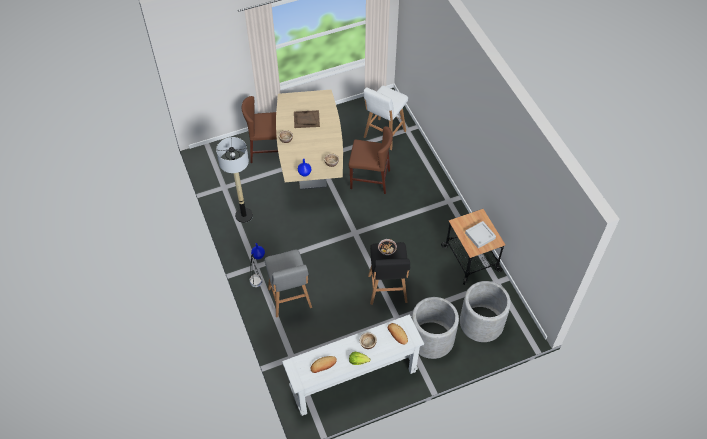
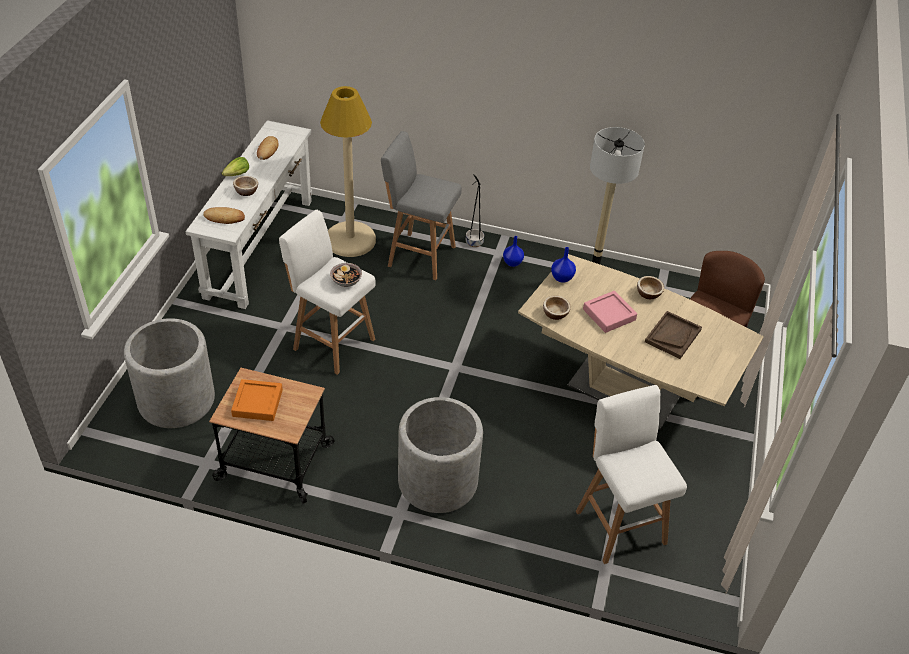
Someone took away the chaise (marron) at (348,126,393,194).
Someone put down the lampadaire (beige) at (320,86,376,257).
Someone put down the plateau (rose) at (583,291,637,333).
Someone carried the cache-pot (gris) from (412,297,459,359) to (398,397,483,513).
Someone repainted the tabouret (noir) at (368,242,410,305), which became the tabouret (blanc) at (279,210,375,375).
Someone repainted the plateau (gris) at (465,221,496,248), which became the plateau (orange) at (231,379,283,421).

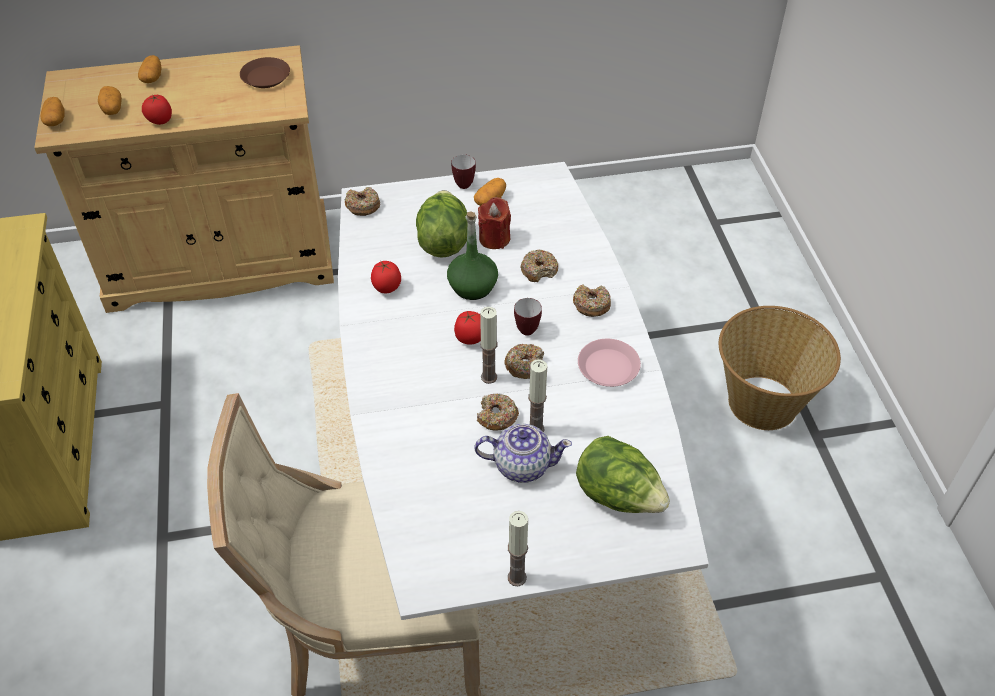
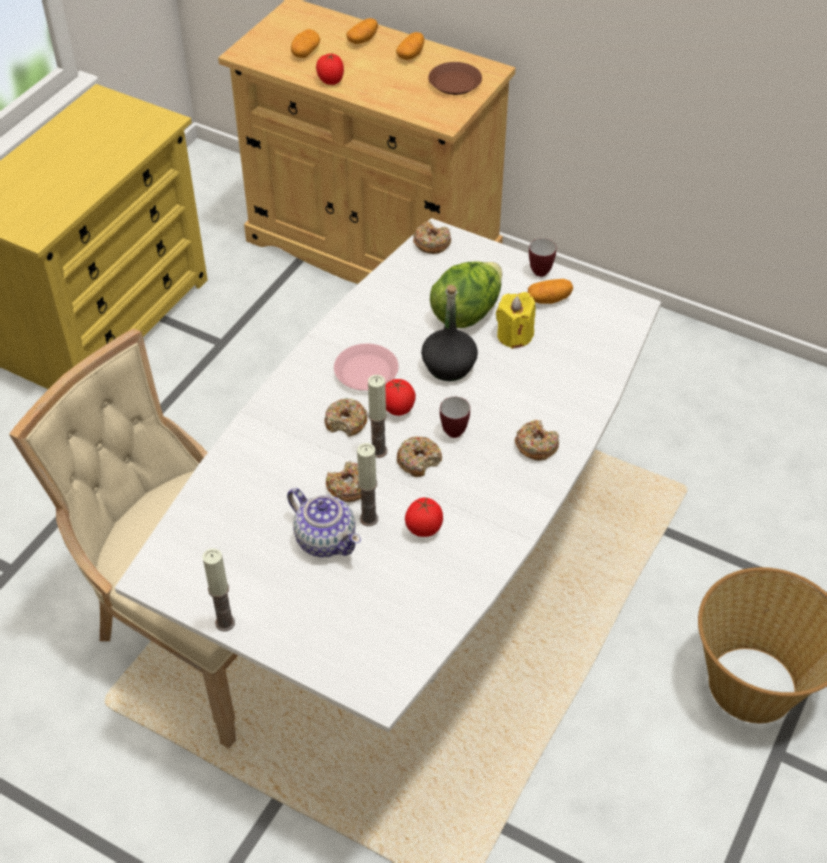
Someone took away the laitue at (576,436,670,513).
Someone carried the pomme de terre from (41,97,64,126) to (396,32,424,60).
Someone carried the tomate from (371,261,401,294) to (405,498,443,537).
Someone carried the beignet from (520,249,558,282) to (325,398,368,437).
Someone carried the assiette (rose) from (578,339,641,387) to (334,344,399,391).
Someone repainted the bouteille (vert) at (447,212,498,300), which became the bouteille (noir) at (421,285,478,381).
Someone repainted the bougie (rouge) at (478,197,511,249), which became the bougie (jaune) at (496,292,536,349).

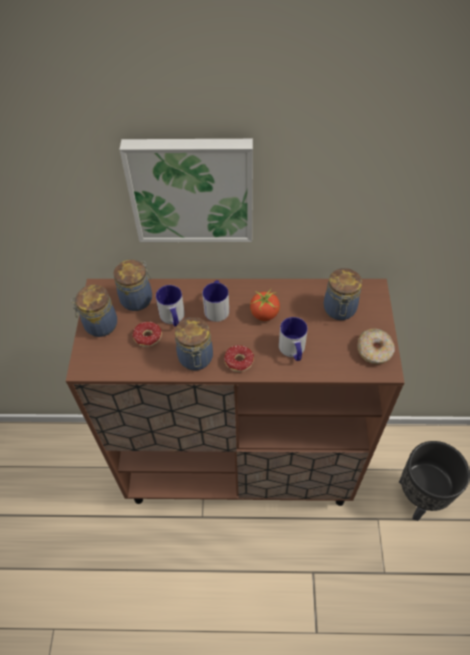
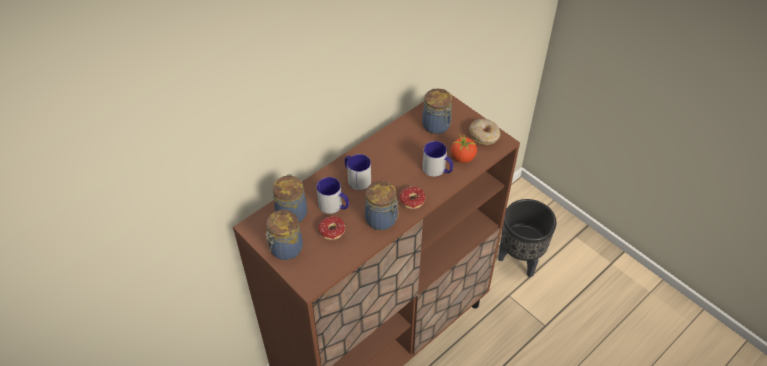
Someone took away the tableau at (119,139,253,242).
Someone carried the tomate from (250,289,280,321) to (451,134,478,163).

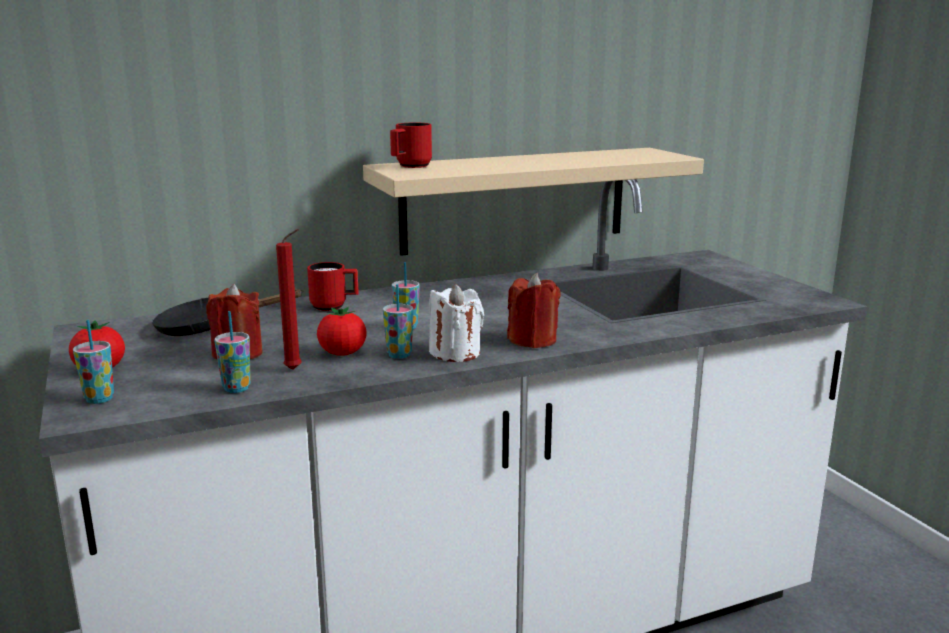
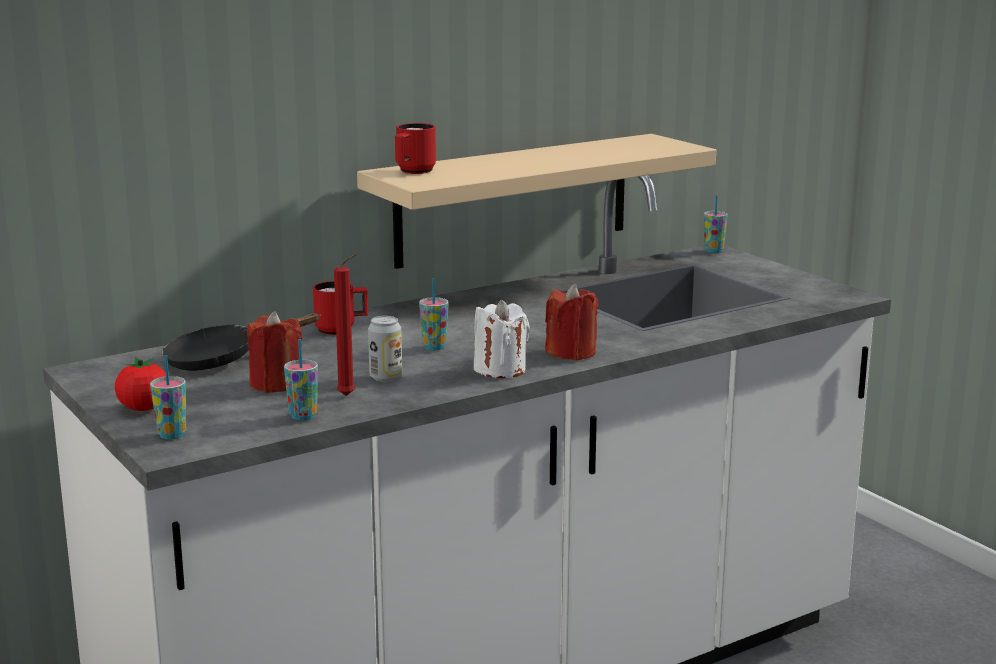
Someone carried the tasse from (383,284,413,359) to (704,195,728,253).
Someone swapped the tomate at (317,307,367,356) for the boîte métallique at (368,316,402,382).

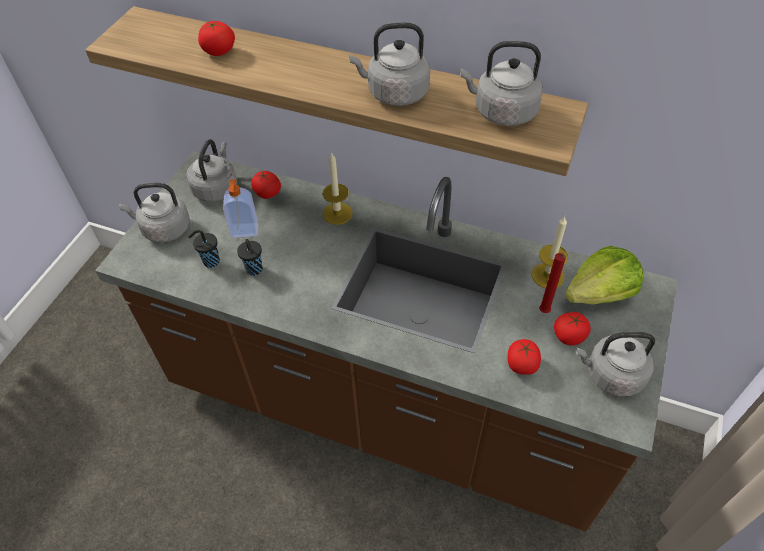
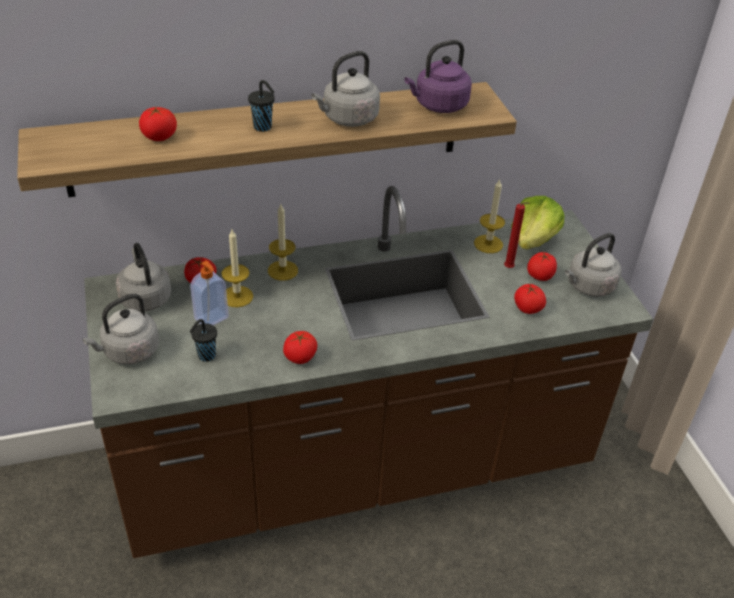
Someone put down the bougie at (221,230,253,308).
Someone put down the tomate at (283,331,317,364).
Someone carried the tasse (noir) from (237,239,263,276) to (248,80,275,132).
Someone repainted the bouilloire (gris) at (460,41,543,126), which became the bouilloire (violet) at (404,40,472,113).

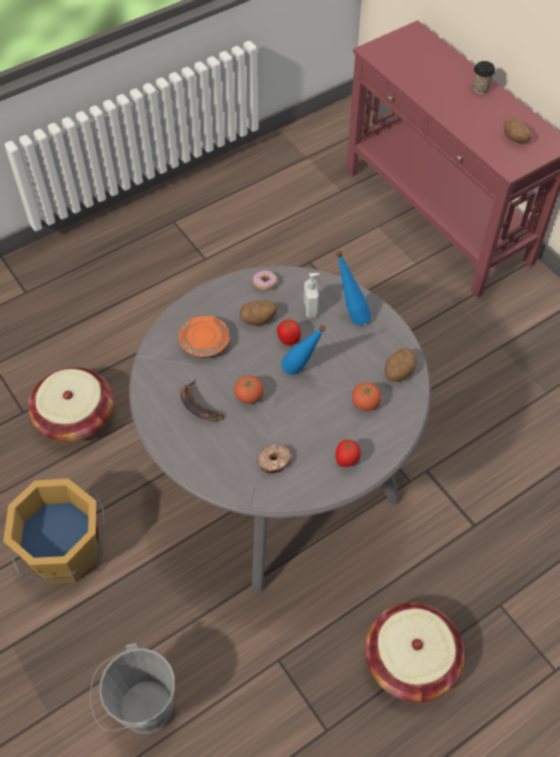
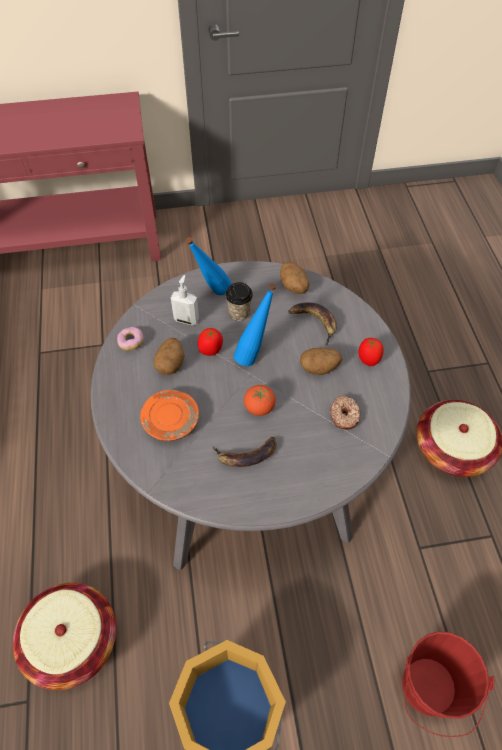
Someone carried the tasse from (473,61,495,94) to (225,282,253,321).
Someone carried the pomme de terre from (504,117,531,143) to (300,348,342,375).
Someone swapped the tomate at (352,382,381,411) for the banane at (288,302,337,346).
Someone repainted the seau (gris) at (90,643,175,734), which became the seau (rouge) at (402,632,494,737).

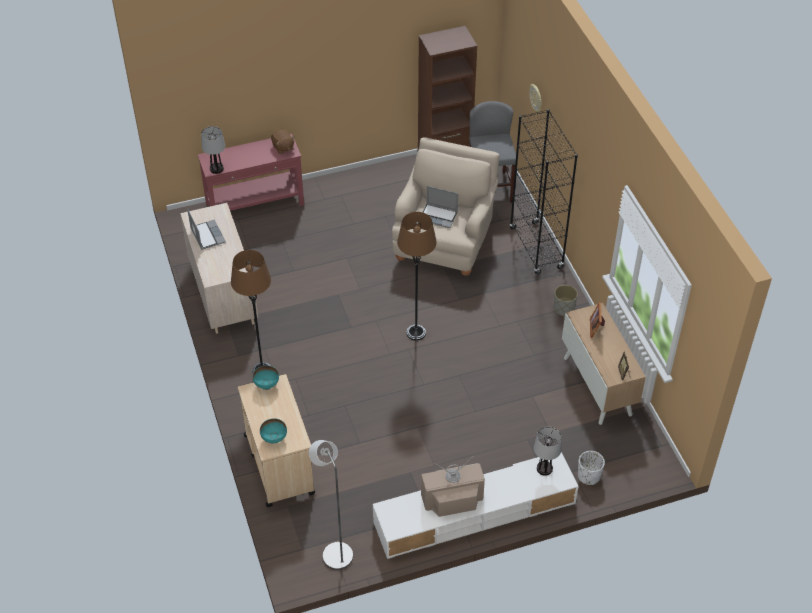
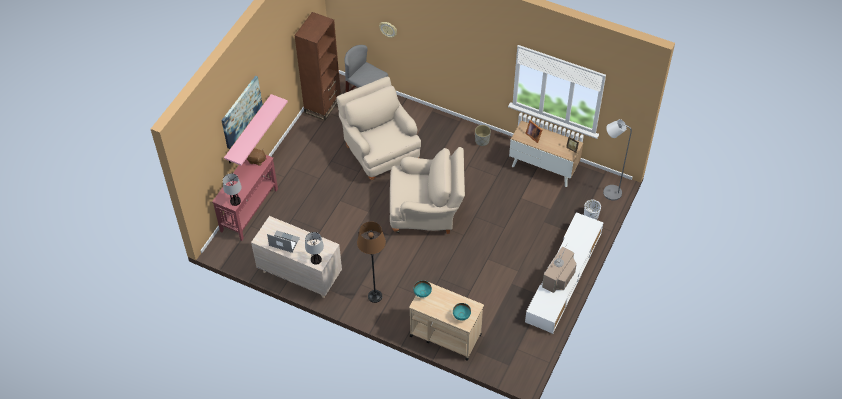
Someone took away the ordinateur portable at (423,186,458,228).
Someone took away the bibliothèque (noir) at (510,109,578,275).
Someone put up the tableau at (221,76,263,149).
Someone put up the étagère (rose) at (224,94,288,165).
Someone carried the lampadaire (gris) from (309,440,353,570) to (603,119,632,201).
Someone carried the lampe de table from (534,427,561,476) to (305,232,324,265).
Someone swapped the lampadaire (marron) at (397,212,437,341) for the fauteuil (beige) at (390,147,465,234).

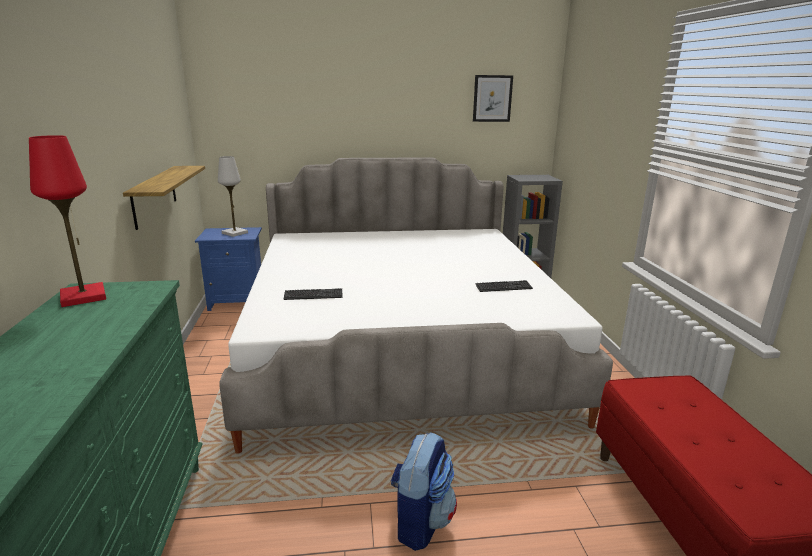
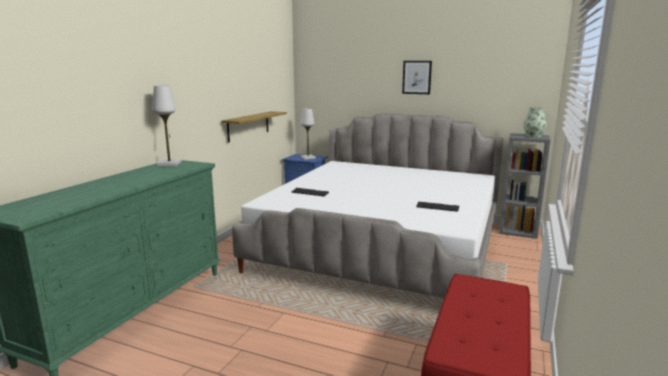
Someone took away the sac à dos at (391,432,457,551).
Someone put down the vase at (524,107,547,138).
Someone carried the tableau from (473,75,513,122) to (402,61,432,94).
Someone repainted the lampe de table (rouge) at (29,135,106,307), which became the lampe de table (blanc) at (152,85,182,166).

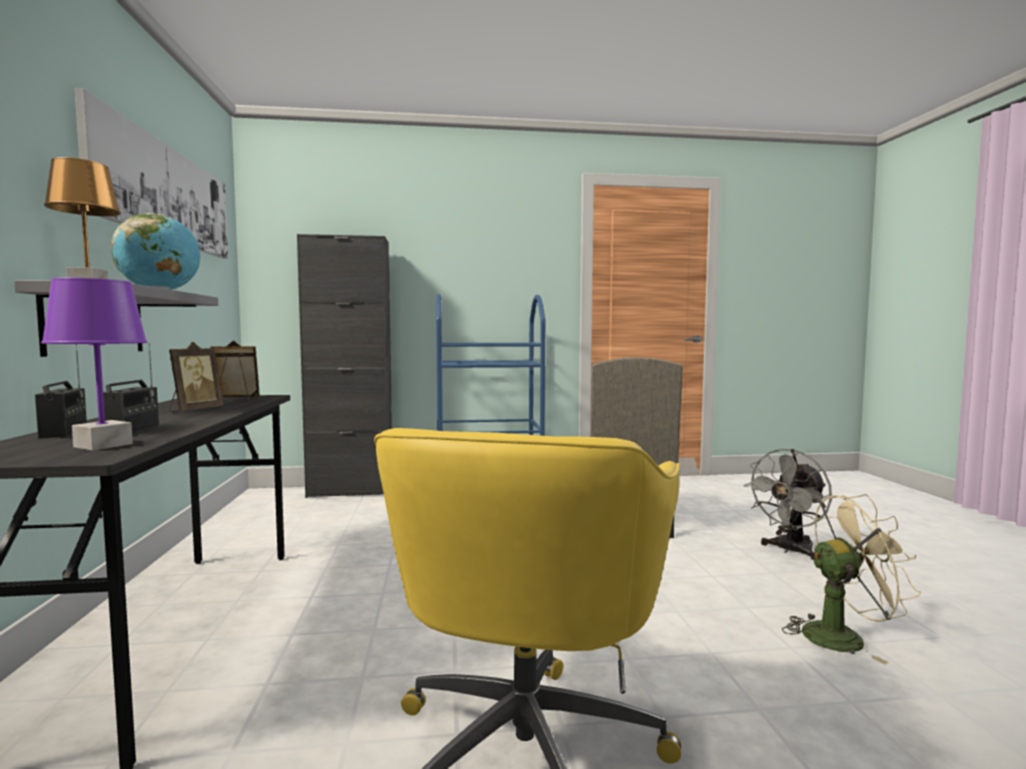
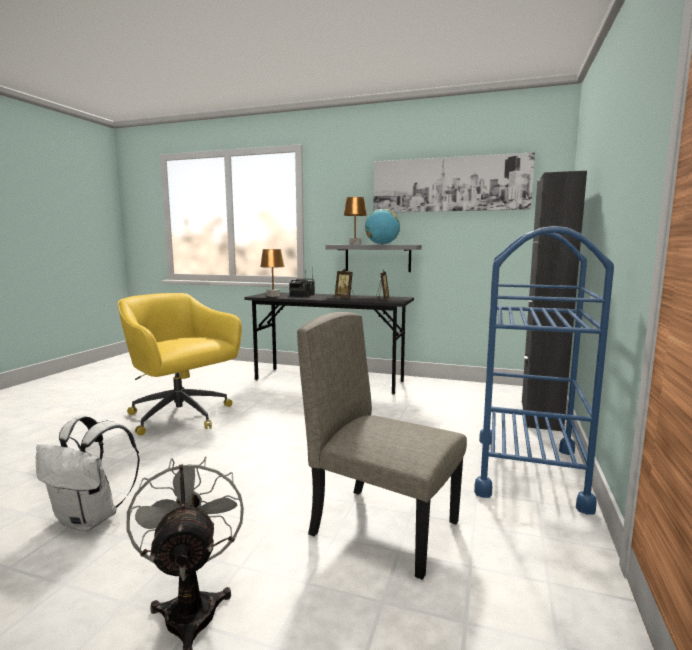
Someone swapped the ventilateur (beige) at (782,494,921,665) for the sac à dos (blanc) at (36,416,140,532).
Someone repainted the lampe de table (violet) at (41,278,147,451), which became the lampe de table (marron) at (260,249,285,297).

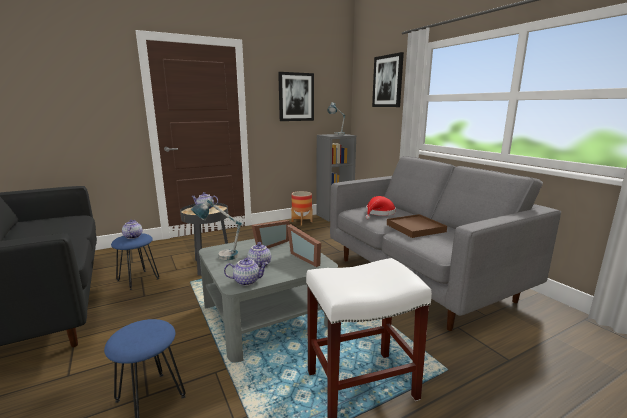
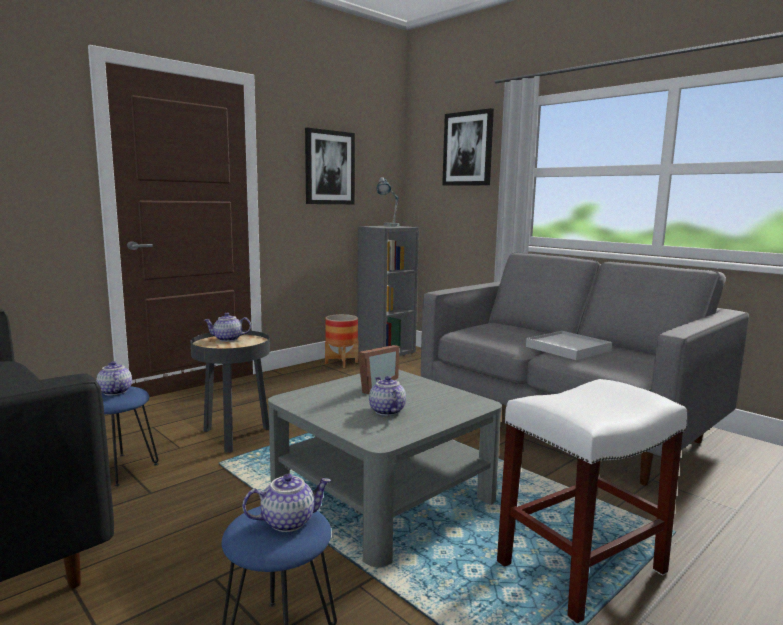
Someone took away the lampe de table at (191,198,242,260).
Someone took away the cadre photo at (287,224,321,267).
Someone took away the chapeau (rouge) at (366,196,396,219).
Someone carried the théière from (224,258,268,286) to (242,474,331,532).
Someone repainted the plateau (marron) at (387,214,447,238), which became the plateau (blanc) at (526,331,612,360).

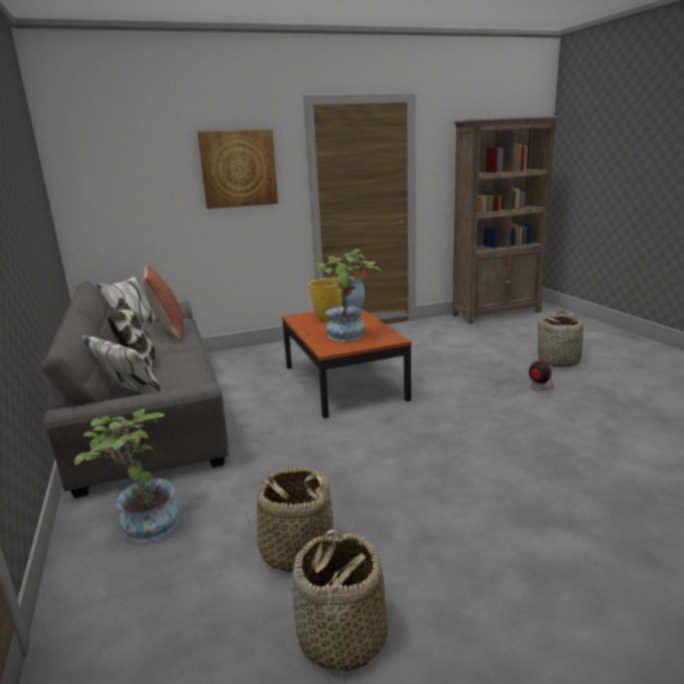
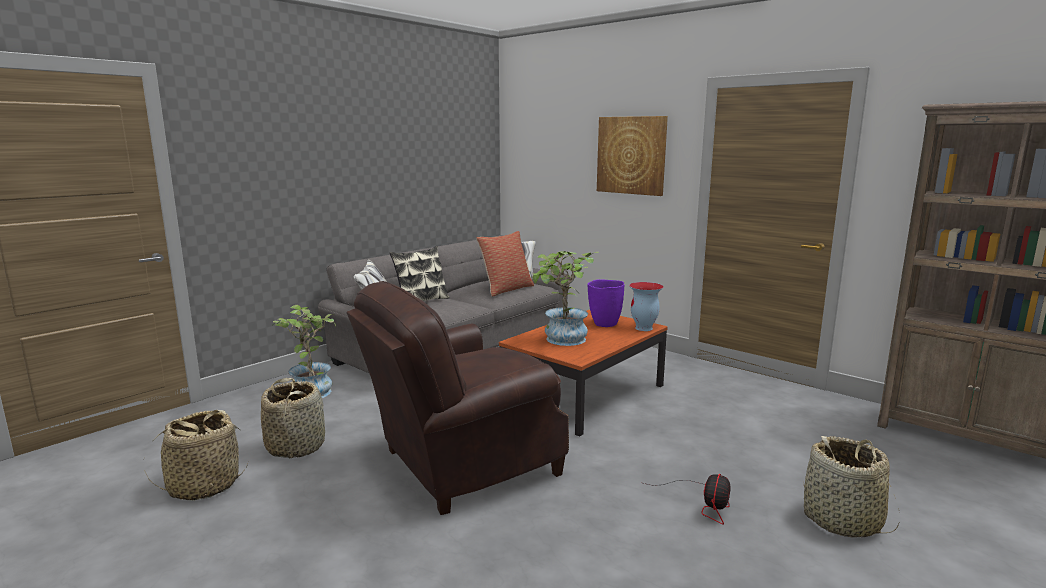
Someone put down the fauteuil (marron) at (346,281,569,515).
Someone repainted the vase (jaune) at (309,278,342,321), which became the vase (violet) at (587,279,625,327).

